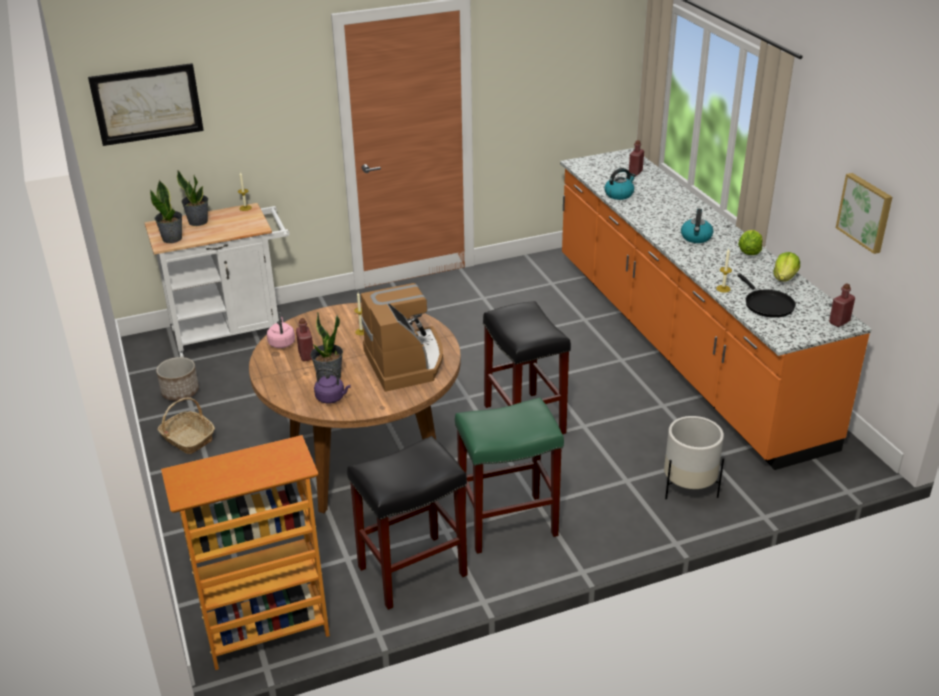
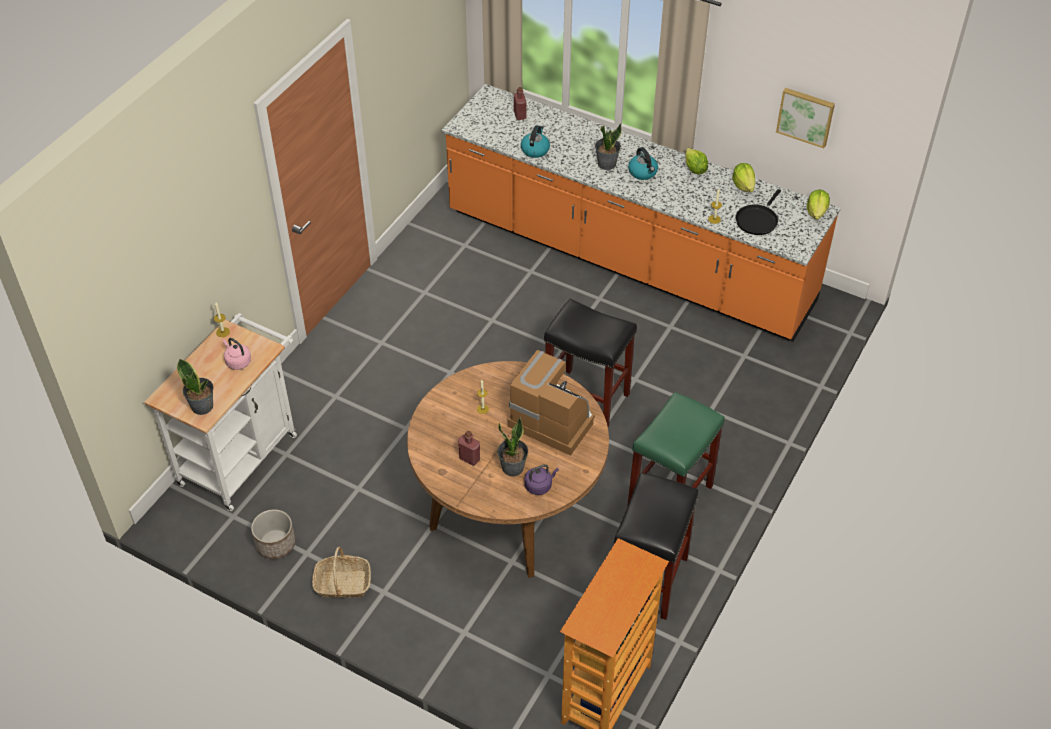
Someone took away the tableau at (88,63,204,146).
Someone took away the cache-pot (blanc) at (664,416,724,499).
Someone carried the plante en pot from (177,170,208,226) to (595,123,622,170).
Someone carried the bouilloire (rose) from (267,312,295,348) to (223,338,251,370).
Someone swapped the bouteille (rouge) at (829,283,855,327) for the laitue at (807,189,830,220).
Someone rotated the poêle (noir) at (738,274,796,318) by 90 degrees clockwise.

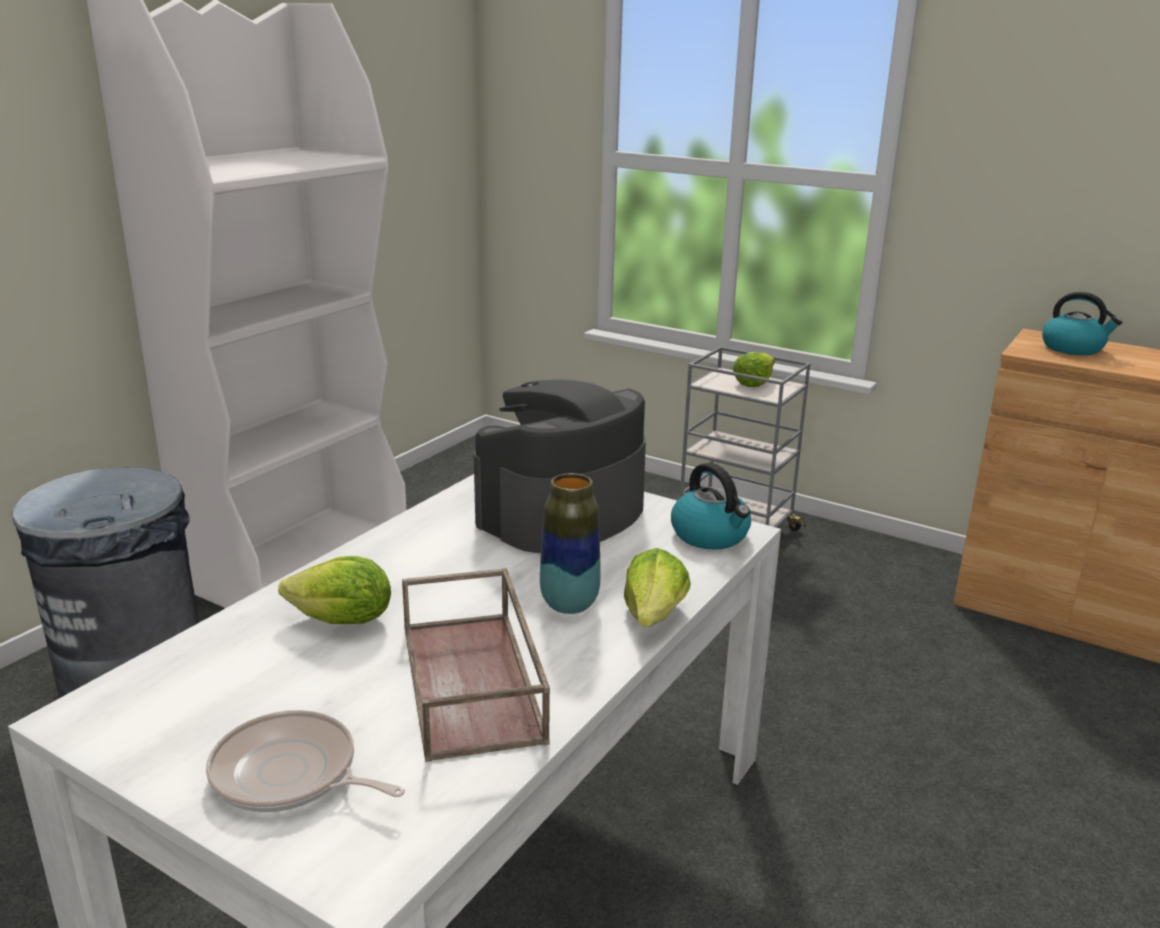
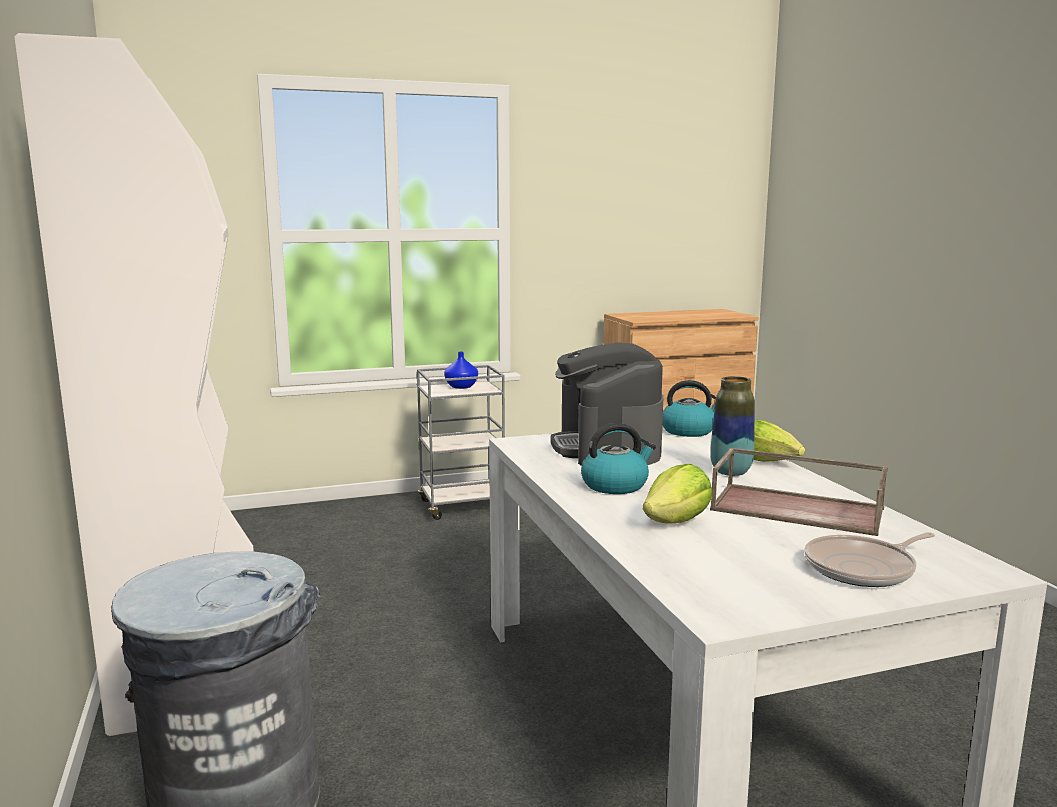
Someone carried the bouilloire from (1042,292,1122,355) to (581,423,656,494).
Someone swapped the laitue at (733,352,775,387) for the vase (bleu) at (444,352,478,389).

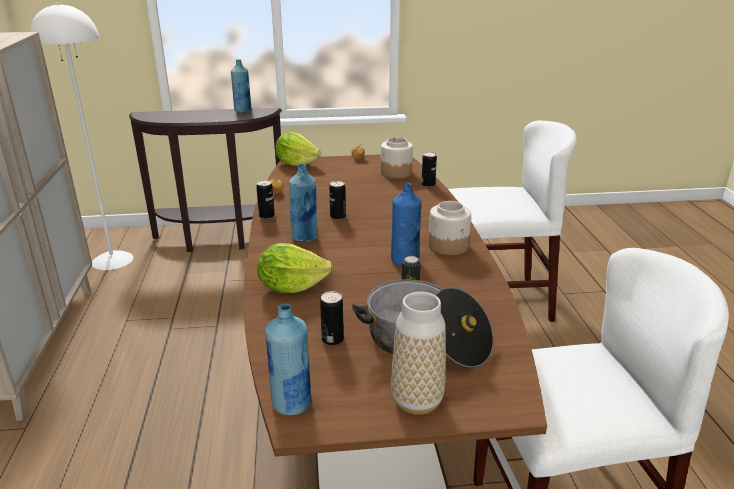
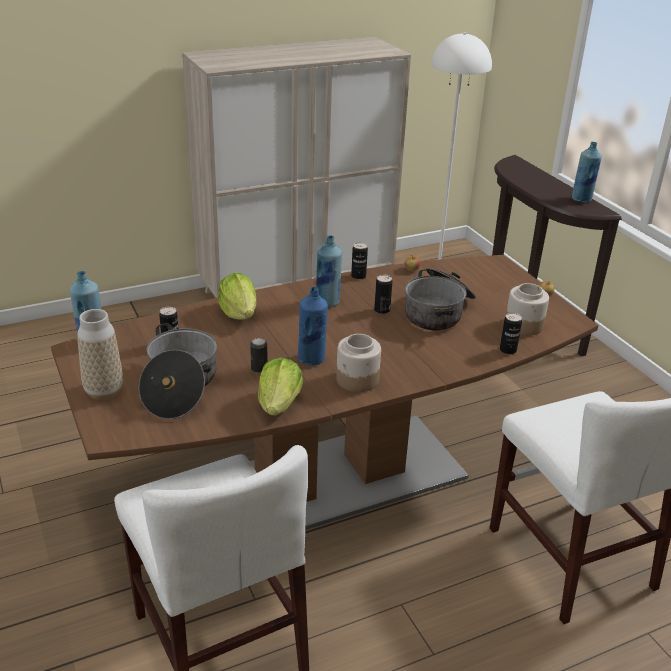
Someone put down the marmite at (405,268,476,330).
Someone carried the laitue from (275,132,321,166) to (258,357,303,415).

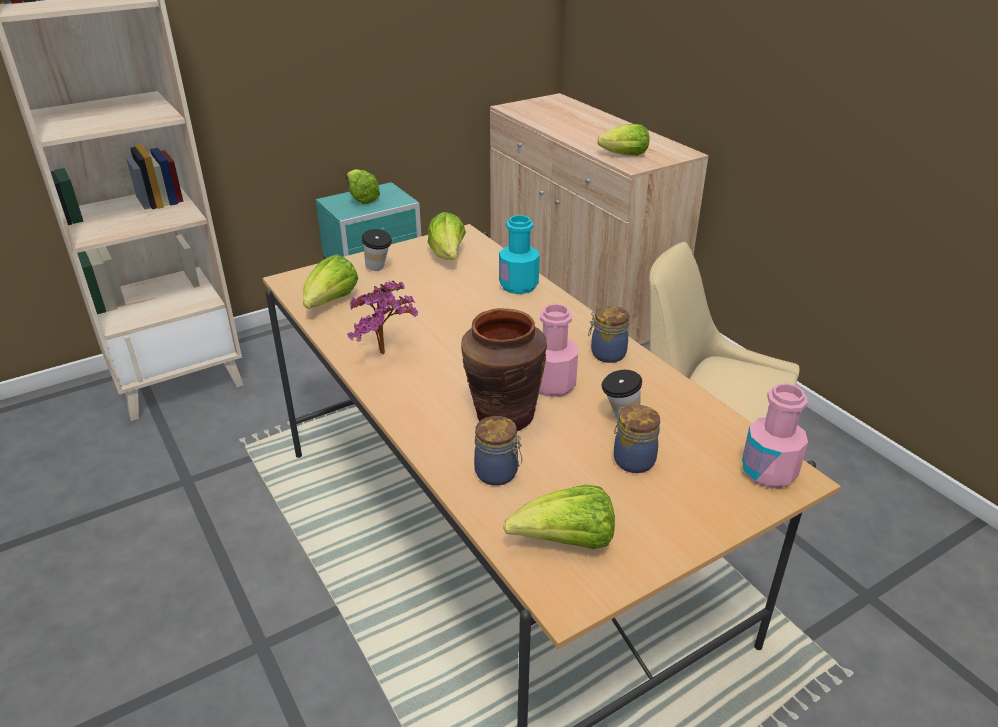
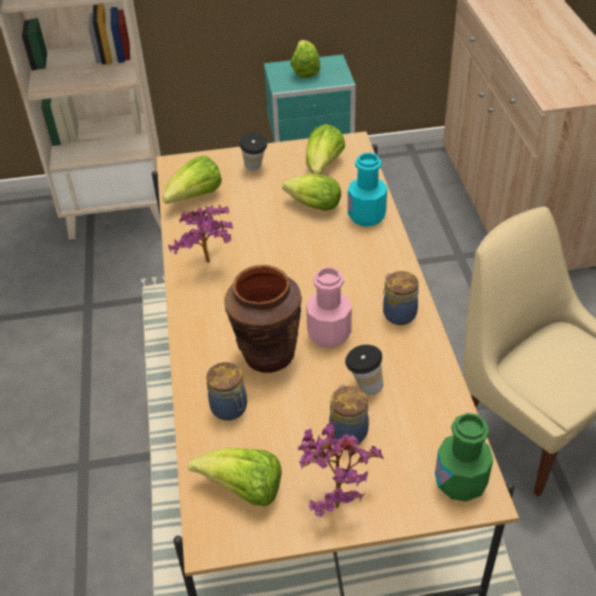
Someone put down the plante en pot at (298,422,384,517).
Someone carried the laitue from (597,124,650,156) to (282,174,341,211).
Someone repainted the bouteille (rose) at (742,383,808,489), which became the bouteille (vert) at (435,413,493,502).

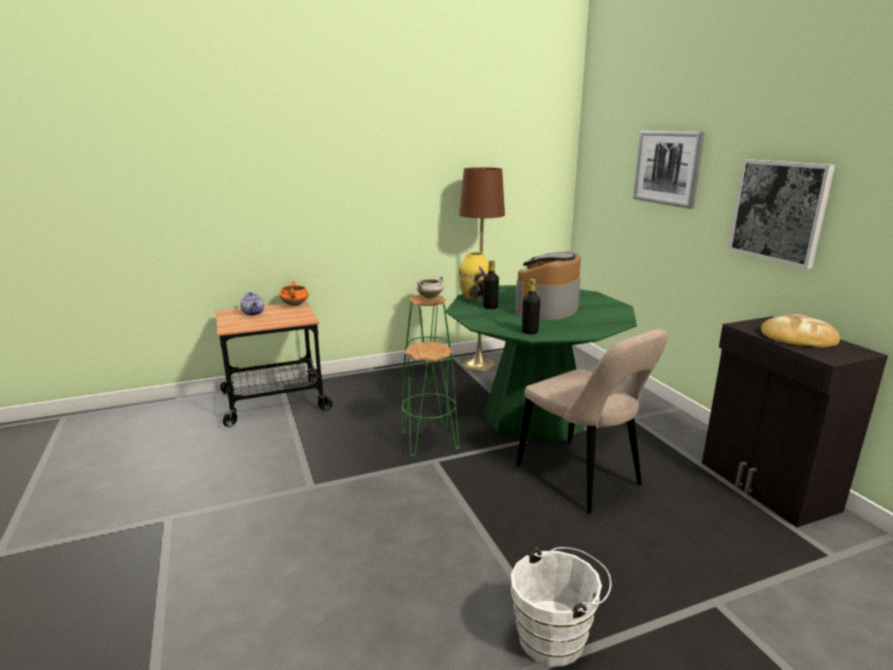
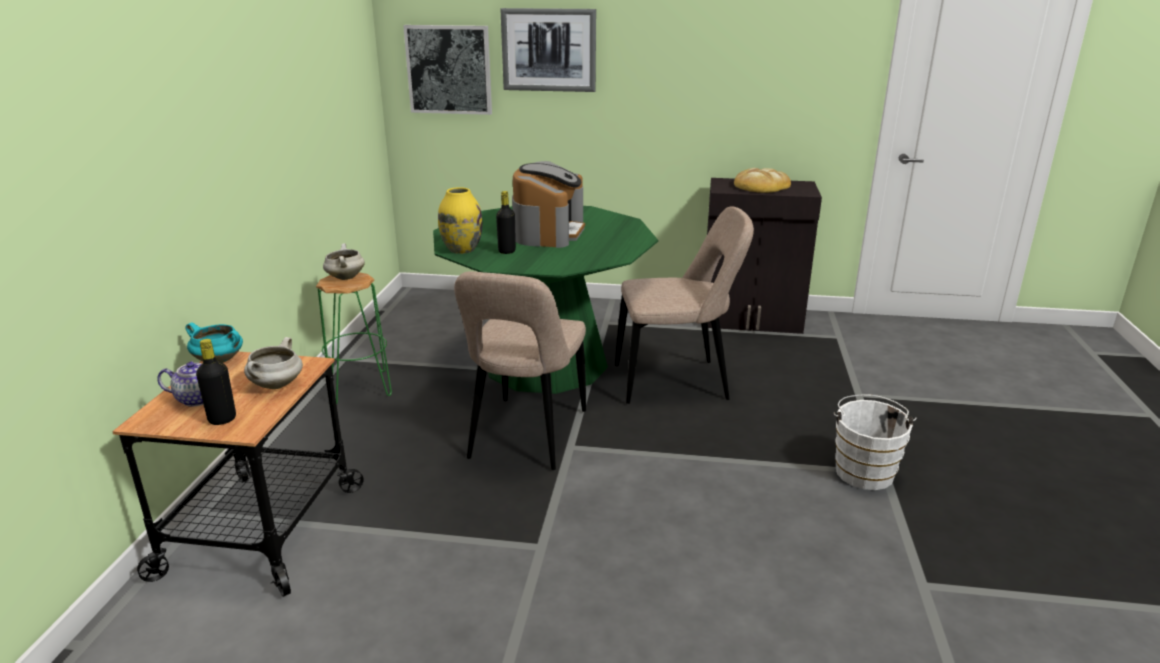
Someone took away the lampadaire (marron) at (459,167,505,372).
Someone put down the marmite (blanc) at (244,337,303,389).
Someone carried the bouteille (noir) from (522,279,541,334) to (196,339,236,425).
Someone carried the tableau from (728,159,835,269) to (403,25,492,115).
Someone swapped the tabouret (vert) at (401,341,459,457) for the chaise (beige) at (454,271,586,470).
Someone repainted the marmite (orange) at (279,281,309,306), which became the marmite (turquoise) at (185,322,243,363).
Someone rotated the machine à café at (515,251,581,320) by 135 degrees counterclockwise.

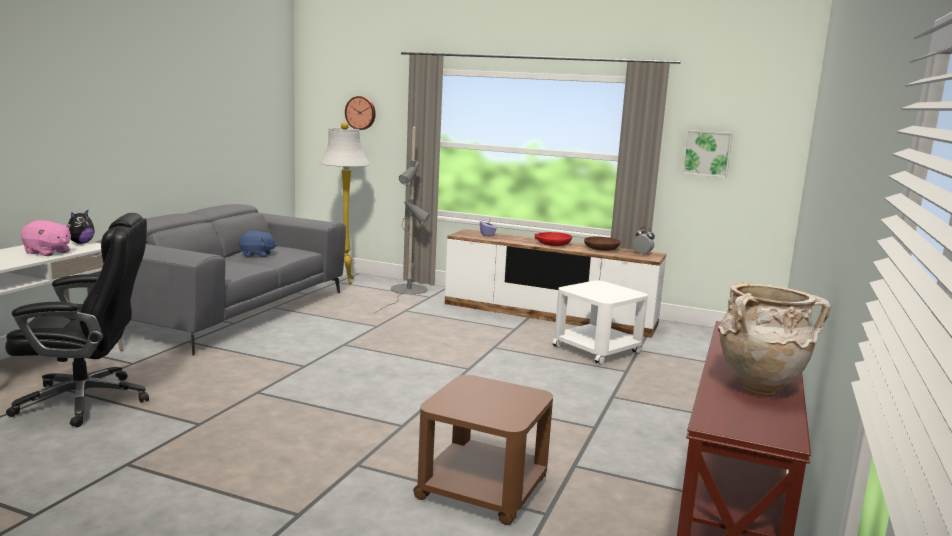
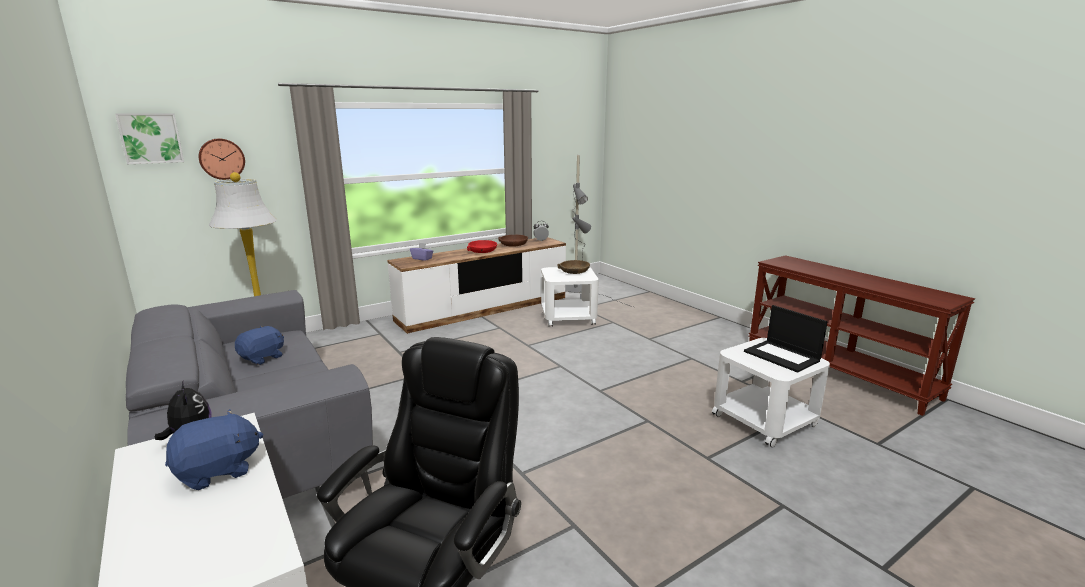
Someone took away the vase (beige) at (718,282,830,396).
Someone put down the bol (marron) at (557,260,590,274).
Someone put down the ordinateur portable at (744,305,828,373).
Someone carried the lampadaire (gris) from (373,127,430,315) to (565,154,633,307).
Someone carried the tableau from (682,130,733,178) to (115,113,184,164).
Someone repainted the peluche (rose) at (21,220,71,256), which became the peluche (bleu) at (165,409,263,490).
Someone repainted the table d'appoint (marron) at (413,375,553,525), which became the table d'appoint (blanc) at (712,338,830,447).

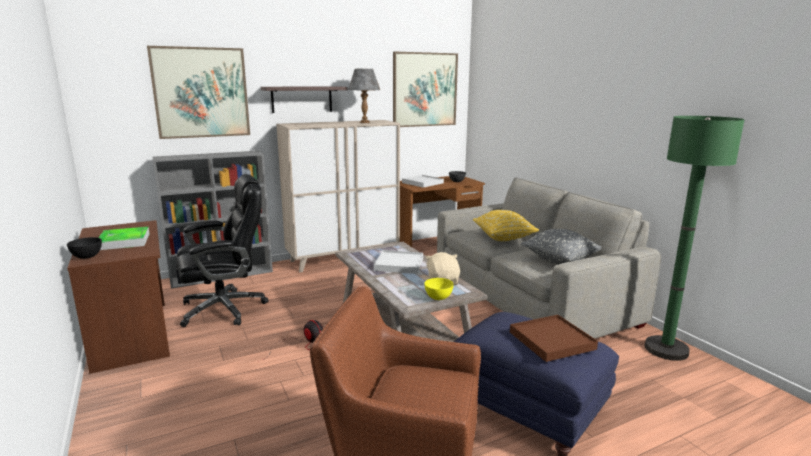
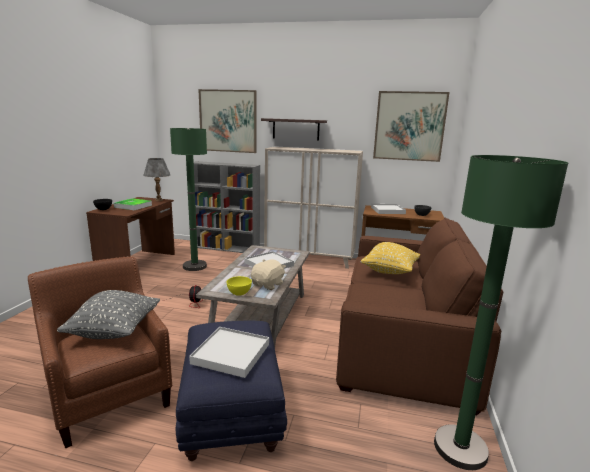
Someone carried the lampe de table (gris) from (348,69,380,123) to (143,158,170,201).
Someone carried the coussin (gris) from (521,229,602,265) to (57,290,160,339).
Someone swapped the chaise de bureau (noir) at (177,174,269,327) for the lampadaire (vert) at (170,128,207,271).
Someone repainted the canapé (gris) at (437,178,661,339), which became the canapé (marron) at (336,217,503,415).
Someone repainted the plateau (marron) at (510,315,598,362), which became the plateau (blanc) at (189,327,269,378).

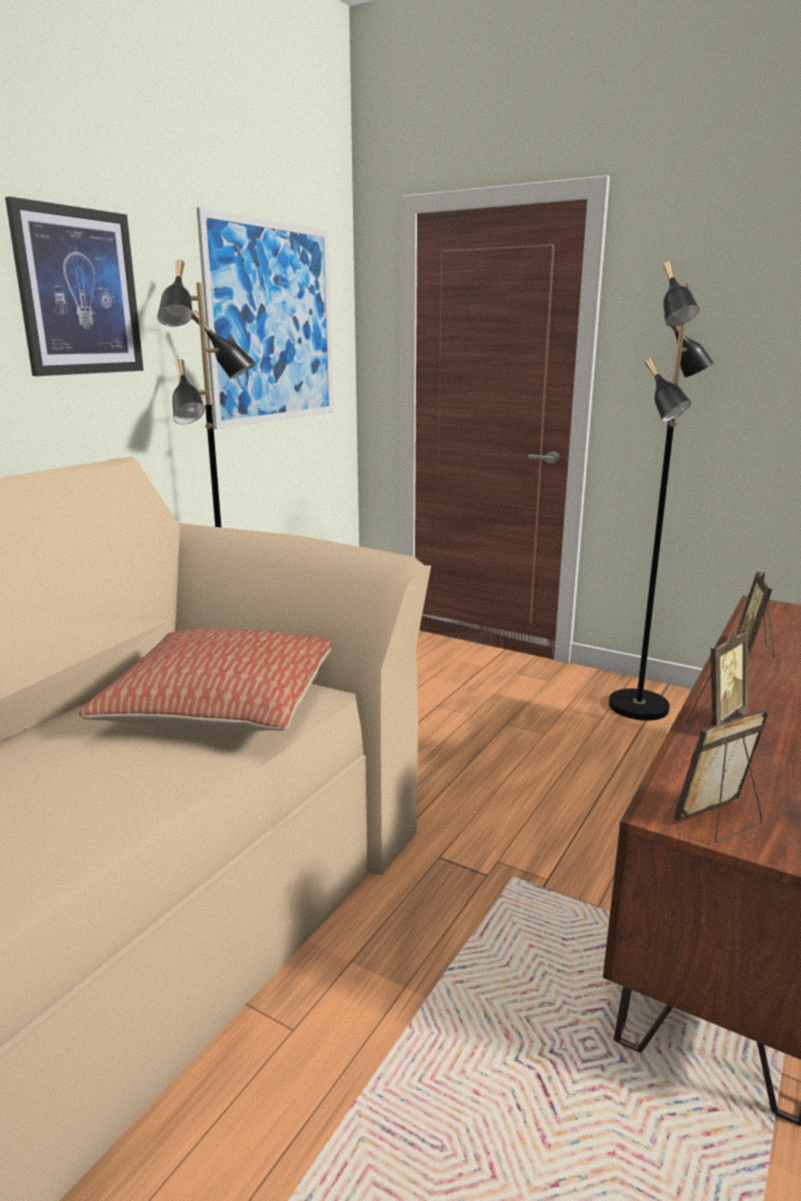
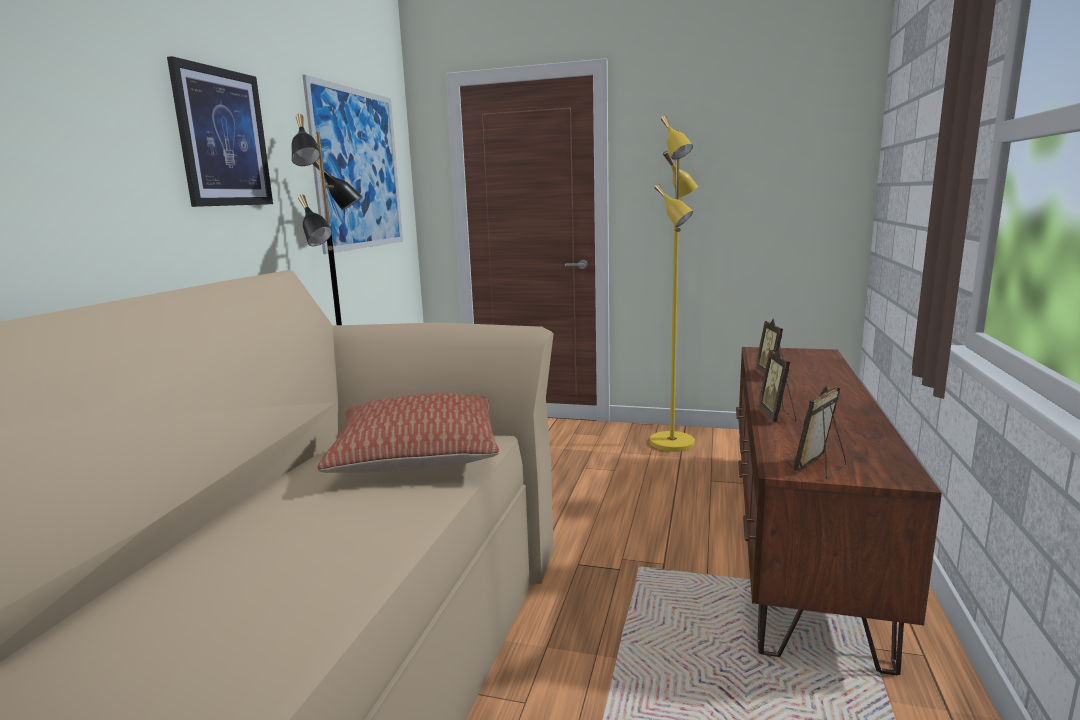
Someone repainted the lampadaire (noir) at (609,261,714,721), which became the lampadaire (jaune) at (650,115,698,452).
Someone rotated the cadre photo at (687,630,749,726) by 150 degrees clockwise.

